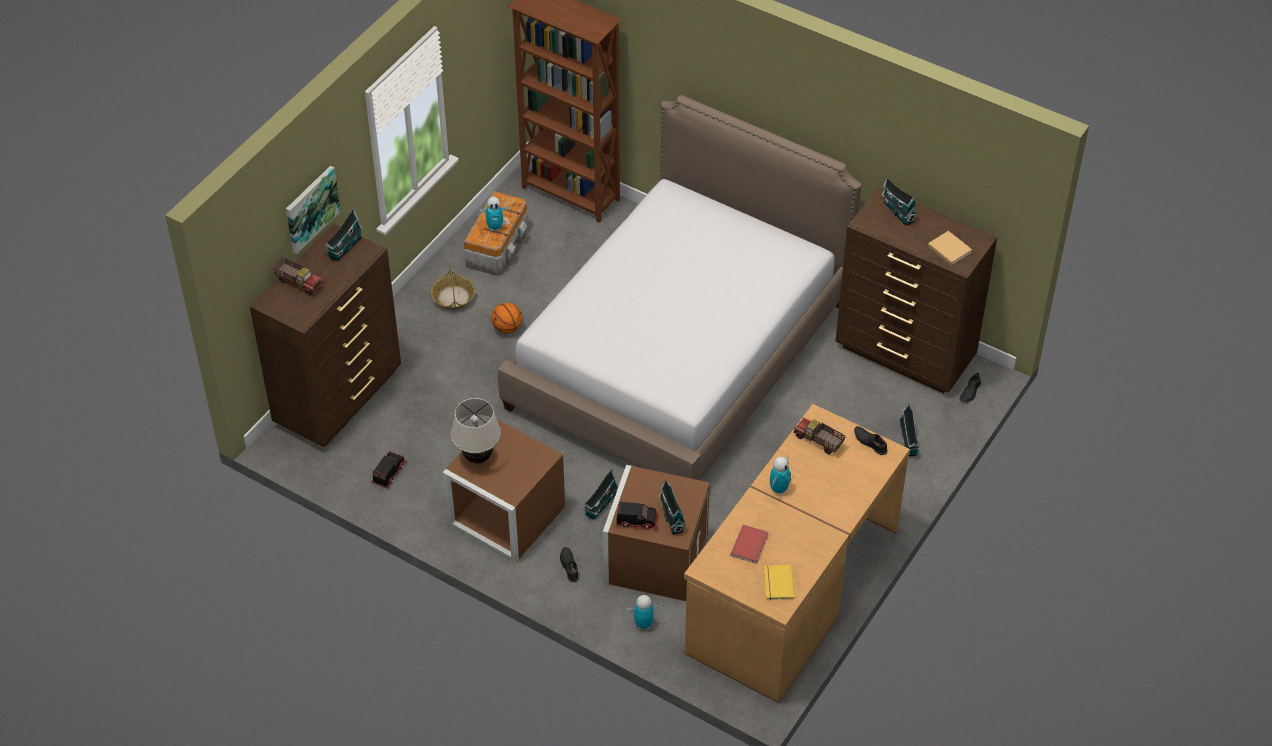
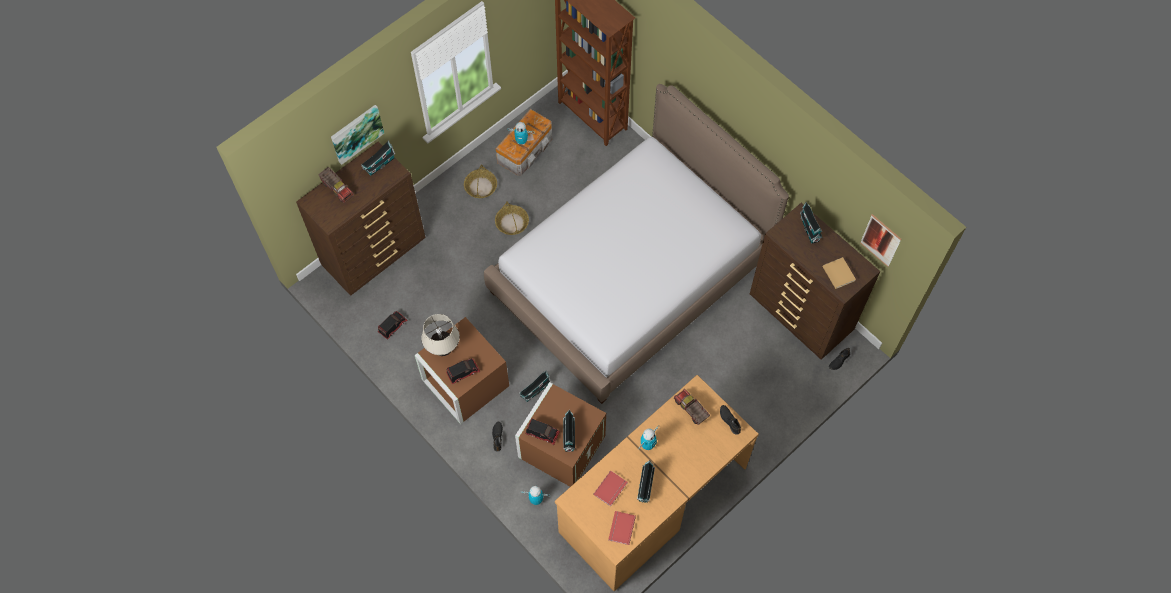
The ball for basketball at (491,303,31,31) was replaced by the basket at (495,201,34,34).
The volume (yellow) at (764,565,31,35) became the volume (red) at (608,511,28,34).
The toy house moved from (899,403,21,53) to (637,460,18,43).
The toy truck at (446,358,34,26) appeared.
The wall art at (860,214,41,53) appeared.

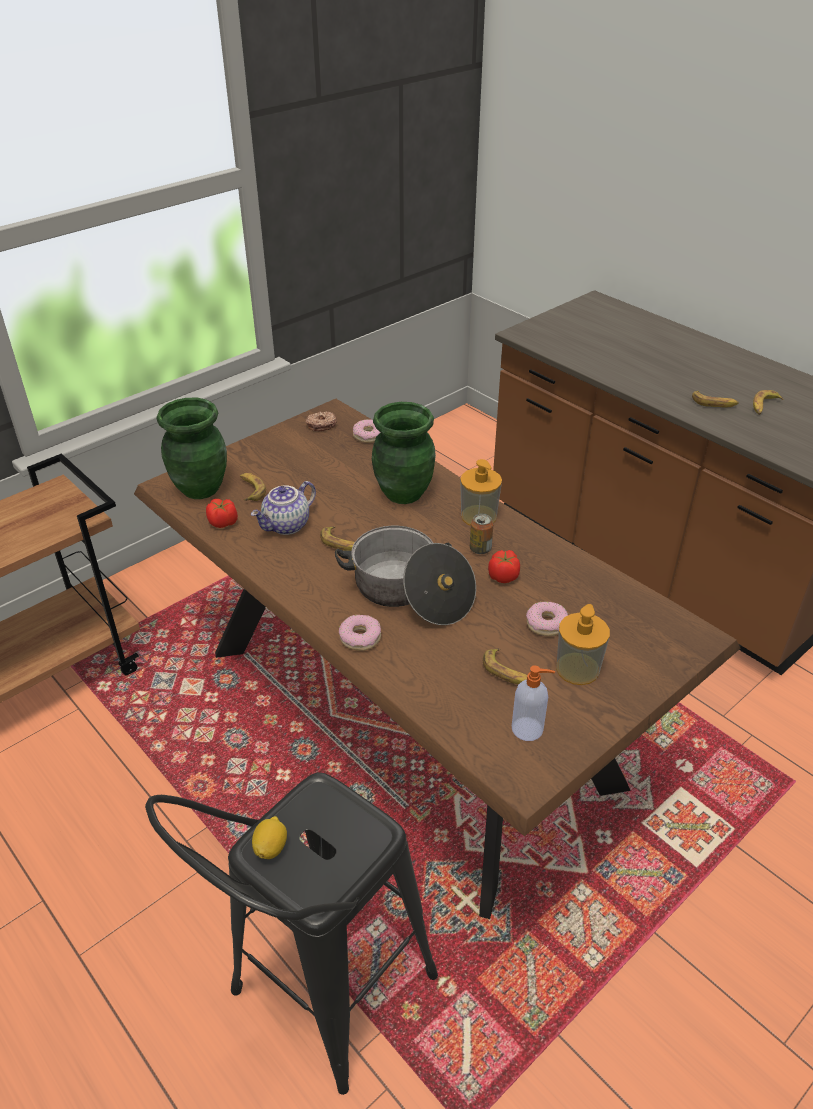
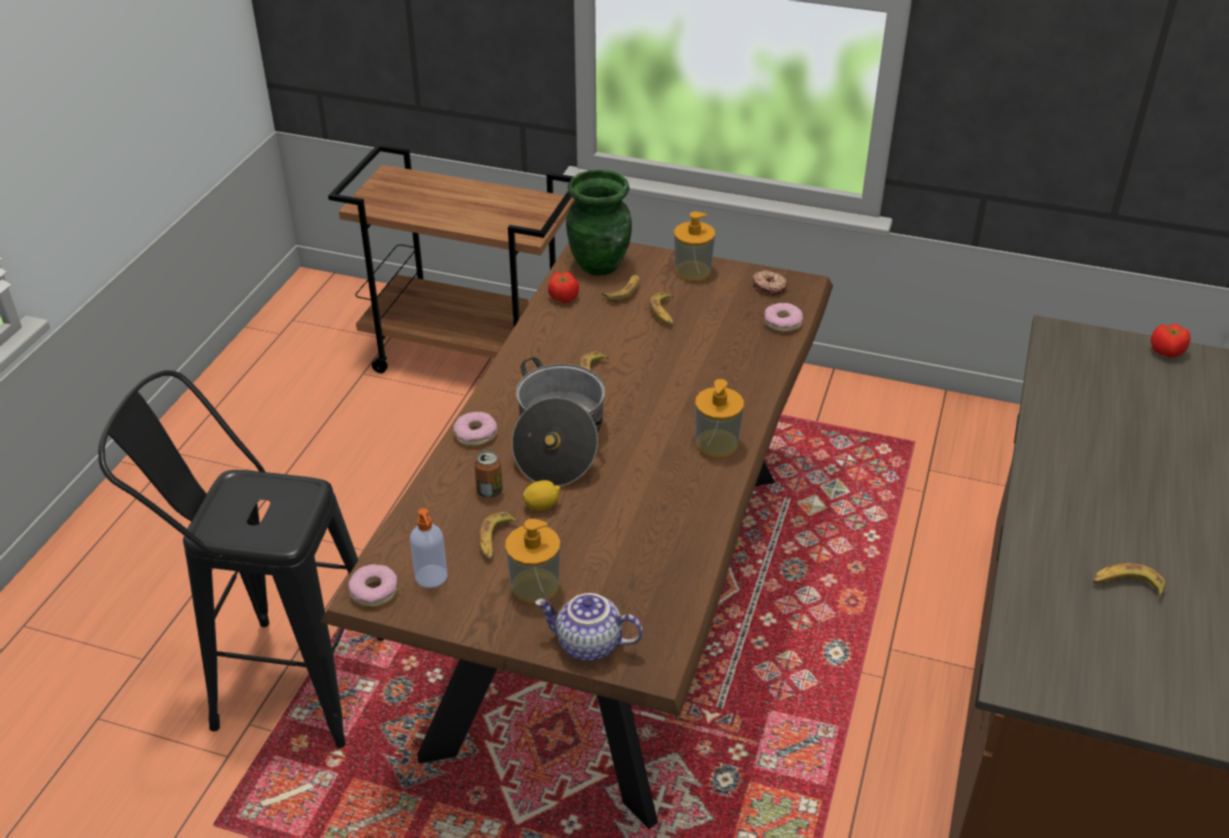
The tea pot moved from (251,481,65,54) to (535,593,108,68).
The lemon moved from (252,816,35,43) to (522,480,38,31).
The flower vase (greenish) at (372,402,64,102) disappeared.
The metal can moved from (470,513,23,41) to (474,450,29,48).
The fresh tomato moved from (488,550,32,33) to (1151,324,40,34).
The doughnut moved from (526,602,42,34) to (348,564,49,43).
The banana fruit moved from (692,391,47,16) to (649,292,26,34).
The soap bottle at (674,212,41,69) appeared.

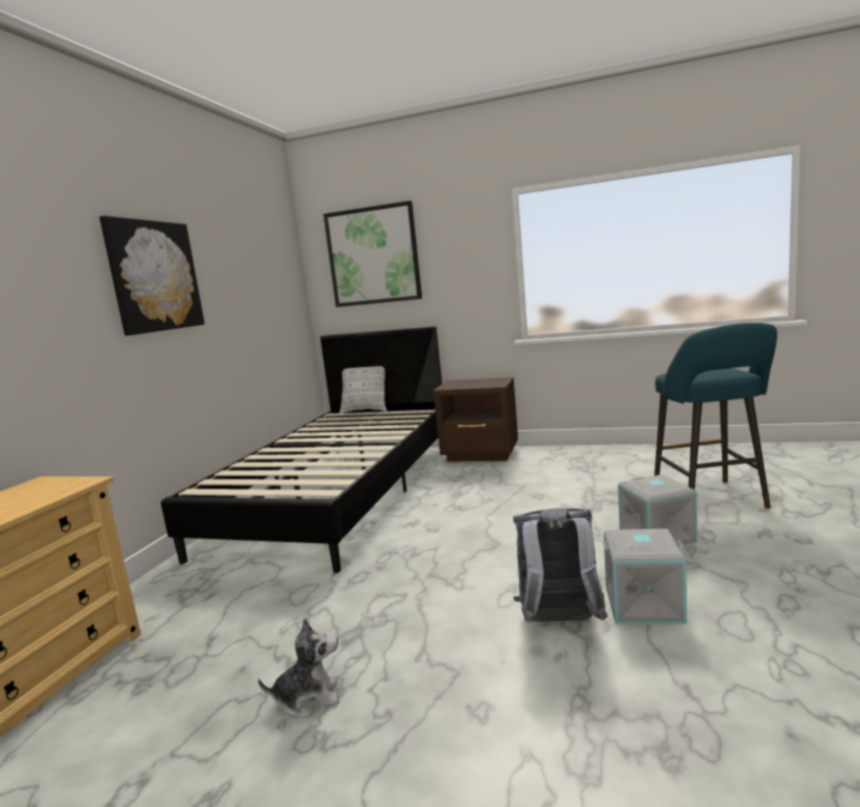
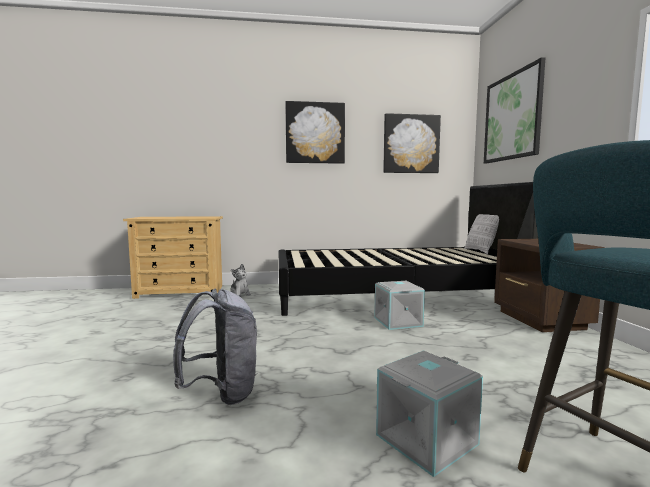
The cuddly toy moved from (258,618,82,99) to (231,264,20,33).
The storage box (grey) moved from (603,529,84,95) to (375,281,50,49).
The wall art at (383,113,58,60) appeared.

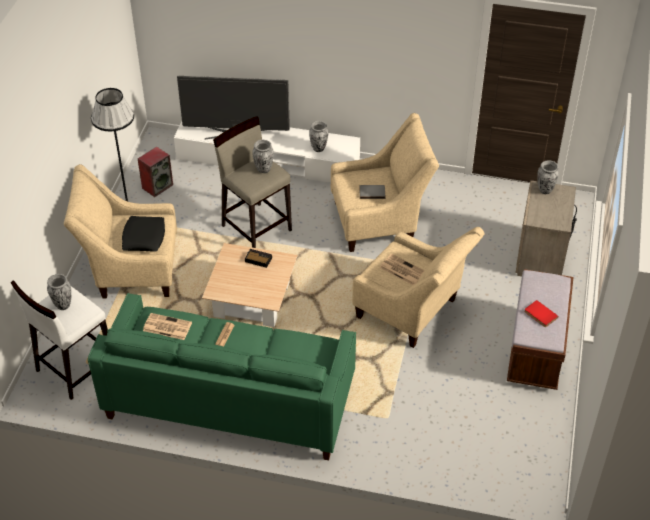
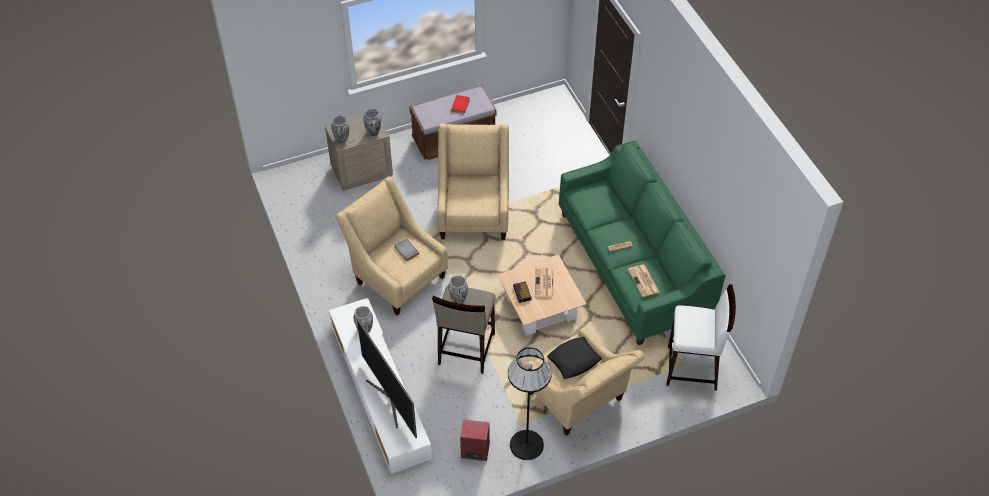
The flower vase moved from (47,274,24,36) to (363,108,18,28).
The daily paper moved from (379,254,45,31) to (535,268,19,30).

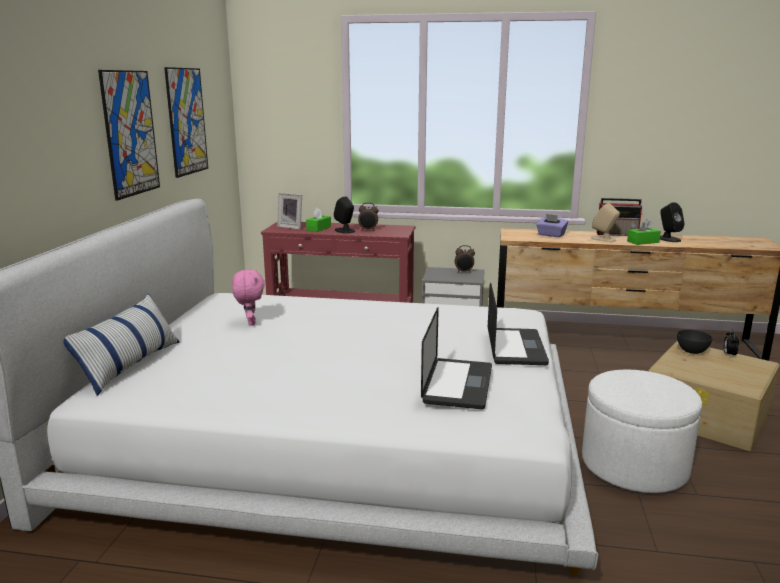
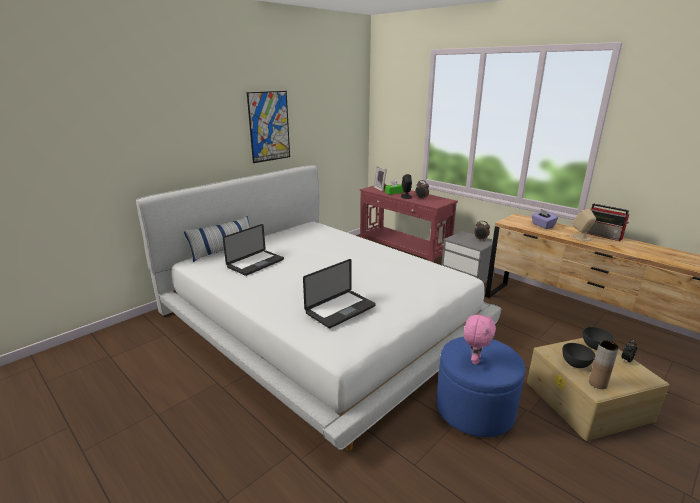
The wall art at (164,67,44,111) disappeared.
The cuddly toy (pink-coloured) moved from (232,269,33,57) to (464,315,32,50).
The portable computer moved from (488,283,61,82) to (223,224,61,52).
The pouffe (white-coloured) at (582,369,120,124) became the pouffe (bluish) at (436,337,90,100).
The tissue box (greenish) at (627,219,34,26) disappeared.
The speaker (blackish) at (660,202,25,40) disappeared.
The bowl (grey) at (562,343,33,25) appeared.
The flower vase (brown) at (589,340,30,49) appeared.

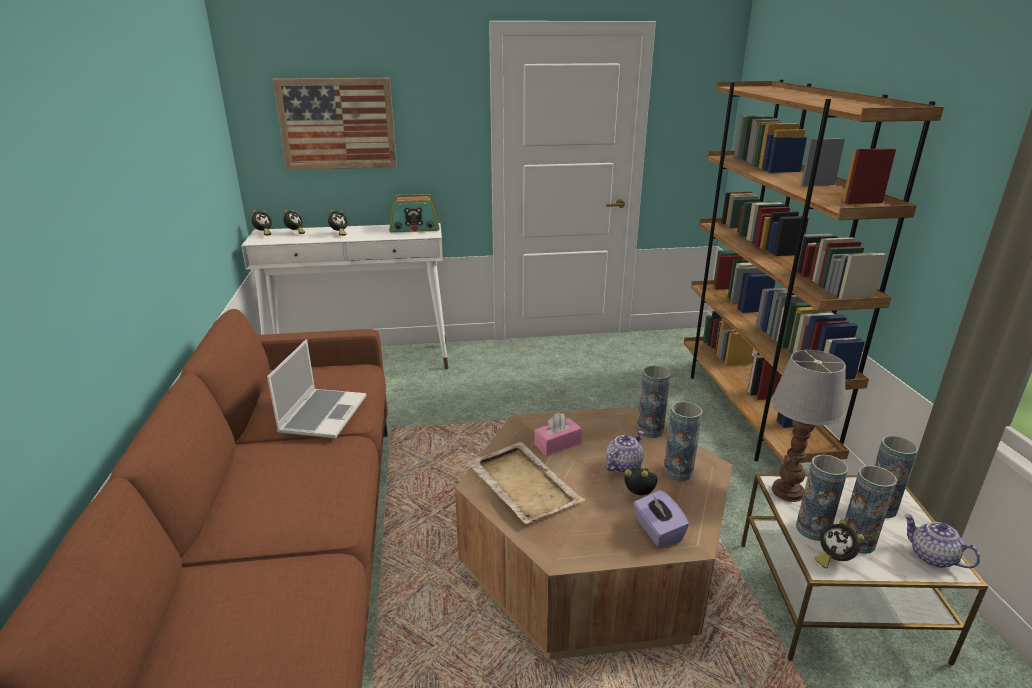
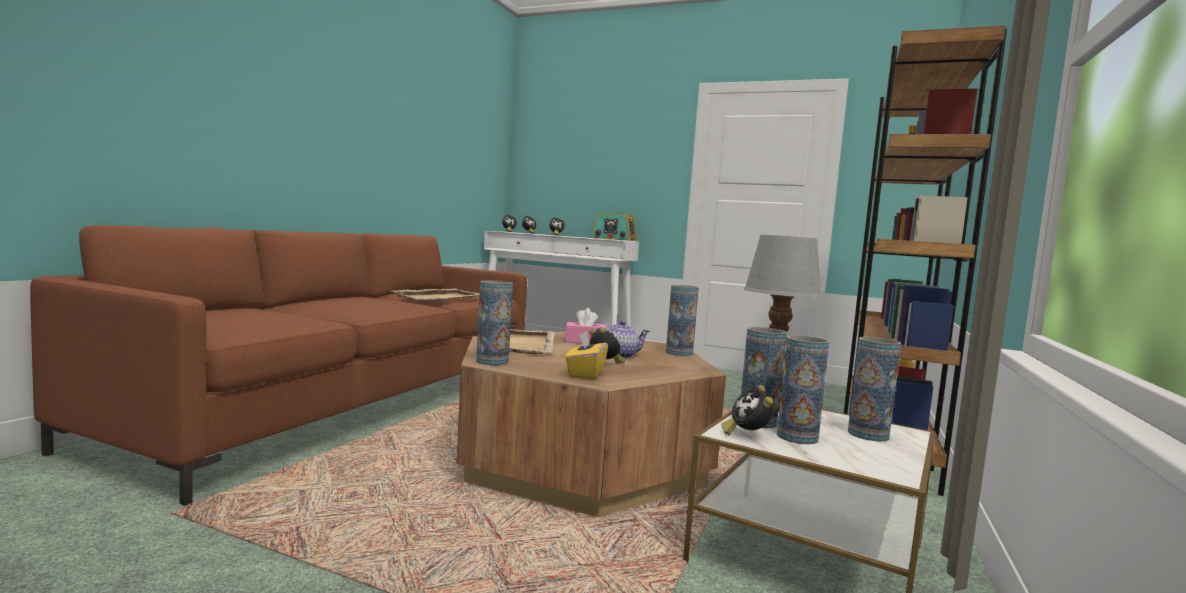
The portable computer at (267,339,99,99) was replaced by the tray (beige-coloured) at (391,289,89,12).
The wall art at (272,78,125,92) disappeared.
The tissue box (purple-coloured) at (634,490,55,57) became the tissue box (yellow) at (565,331,43,49).
The flower vase moved from (663,401,40,80) to (476,281,37,84).
The tea pot at (904,514,77,54) disappeared.

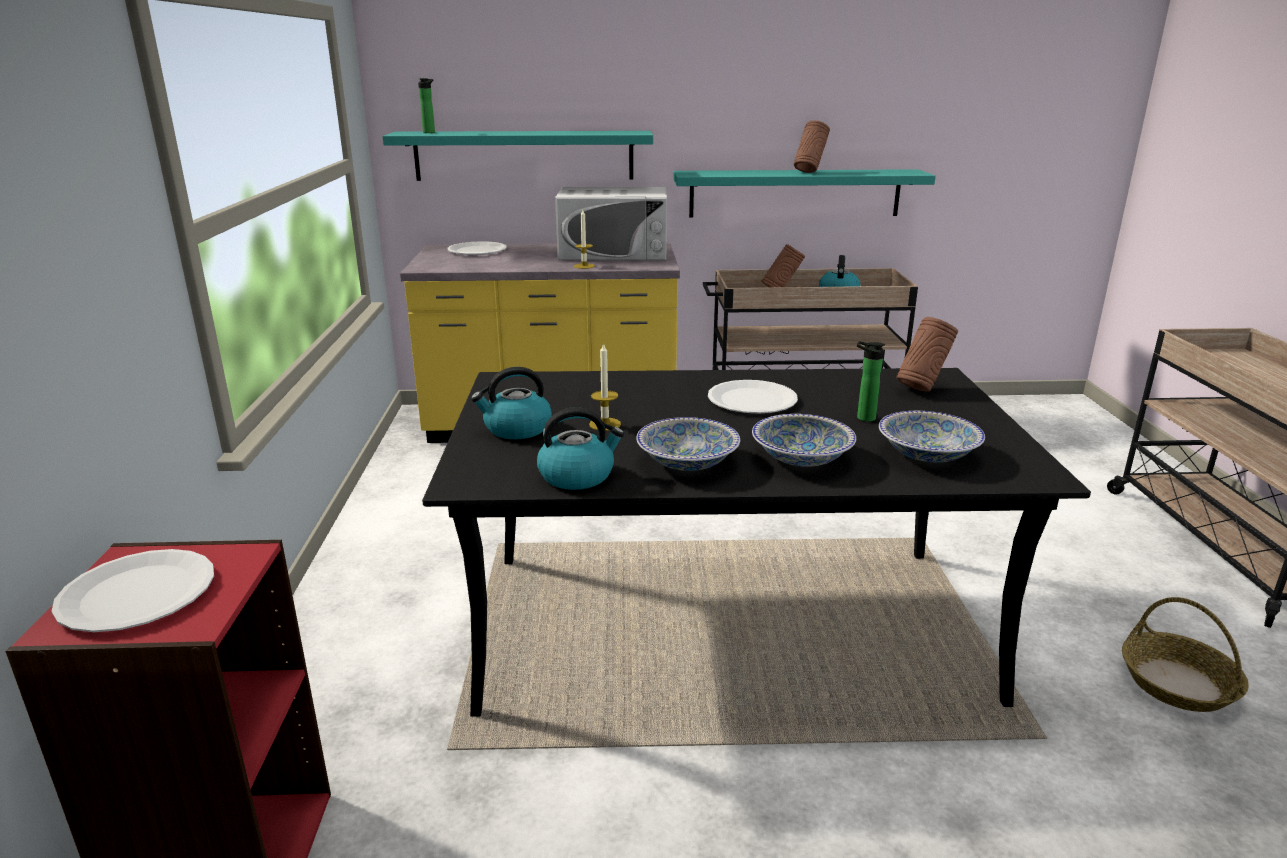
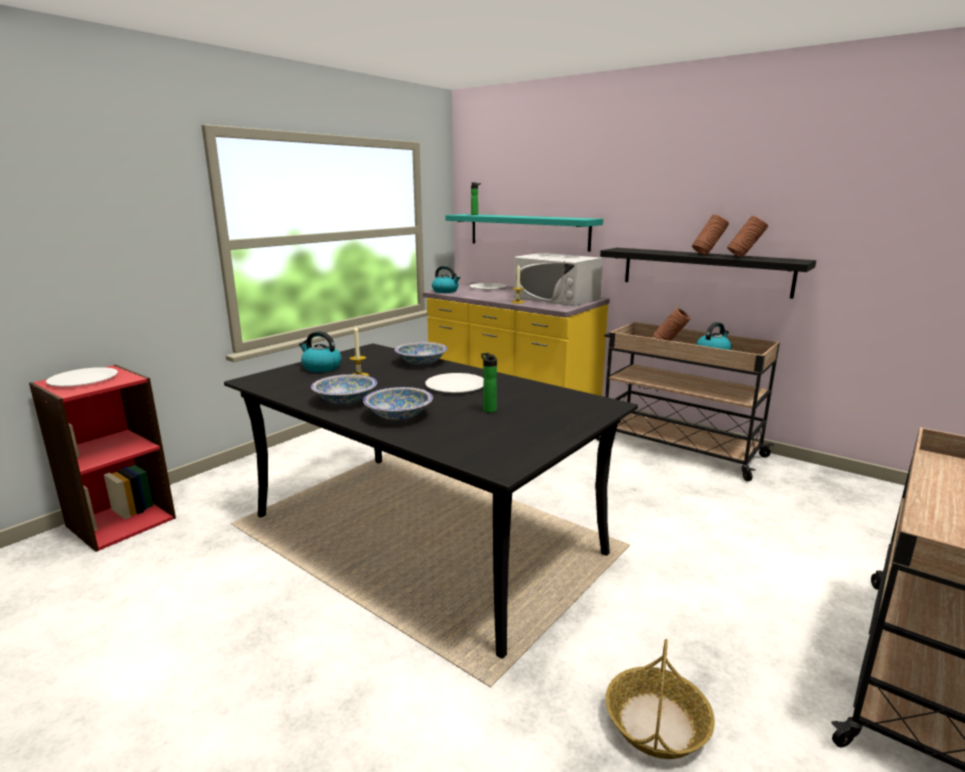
The water kettle moved from (537,407,87,83) to (432,266,28,27).
The wall shelf (turquoise-coloured) at (673,169,263,49) became the wall shelf (blackish) at (600,248,216,51).
The bowl moved from (879,411,106,52) to (395,342,53,22).
The flower vase (brown) moved from (897,317,61,75) to (727,216,41,42).

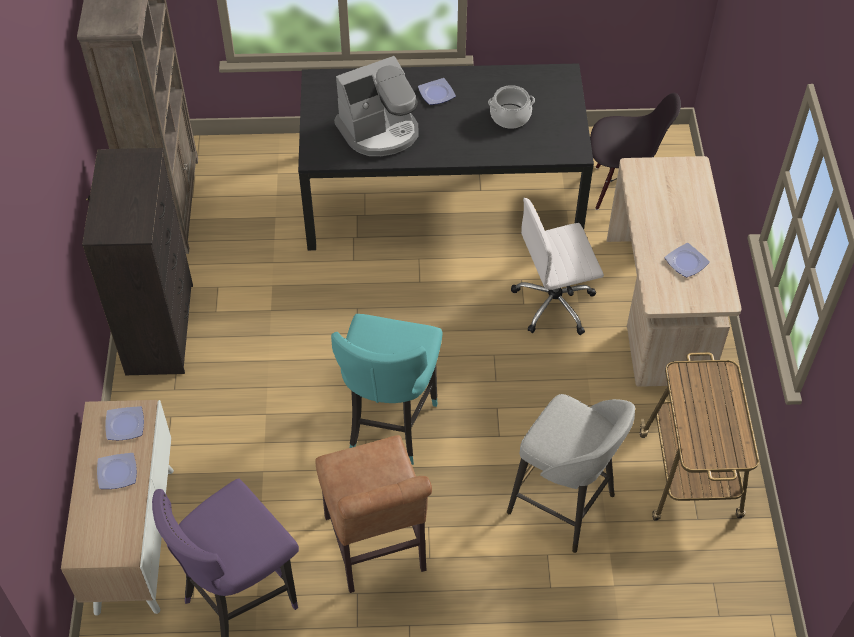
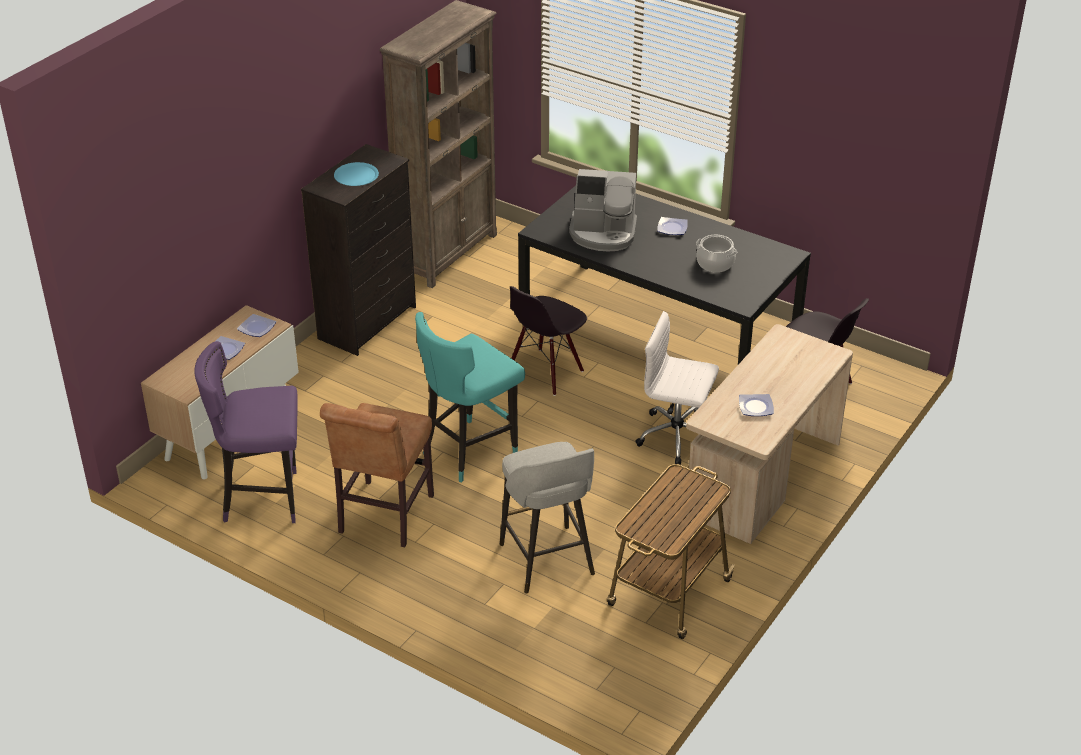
The dinner plate (bluish) at (334,162,45,24) appeared.
The upright chair (blackish) at (510,286,77,110) appeared.

